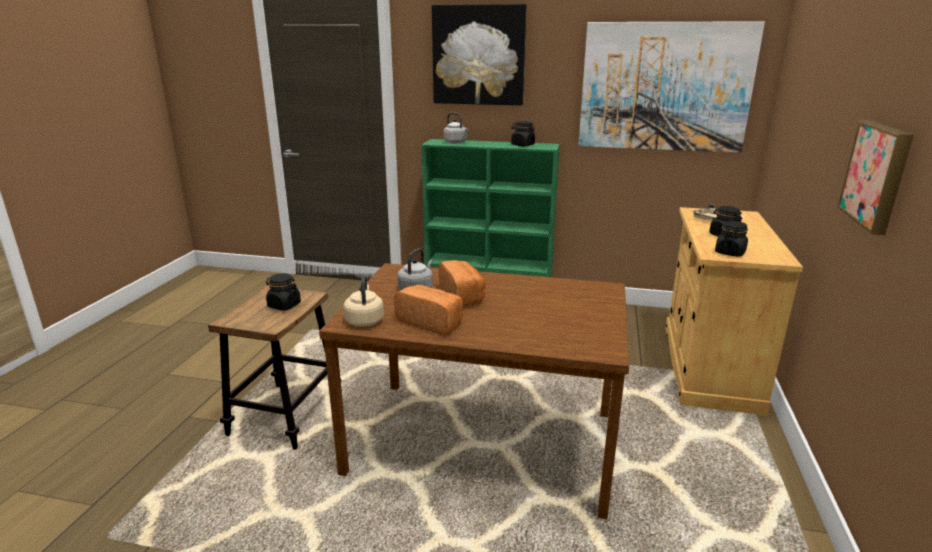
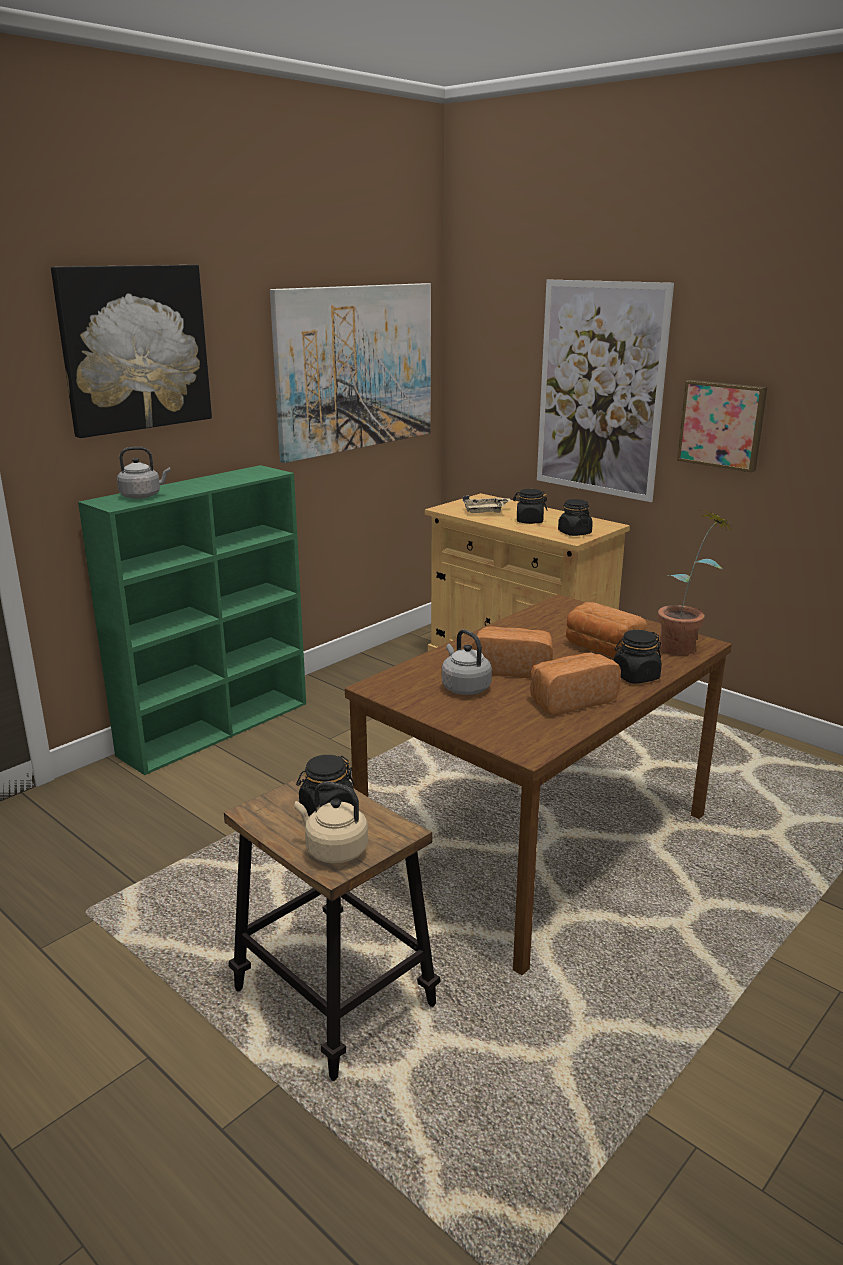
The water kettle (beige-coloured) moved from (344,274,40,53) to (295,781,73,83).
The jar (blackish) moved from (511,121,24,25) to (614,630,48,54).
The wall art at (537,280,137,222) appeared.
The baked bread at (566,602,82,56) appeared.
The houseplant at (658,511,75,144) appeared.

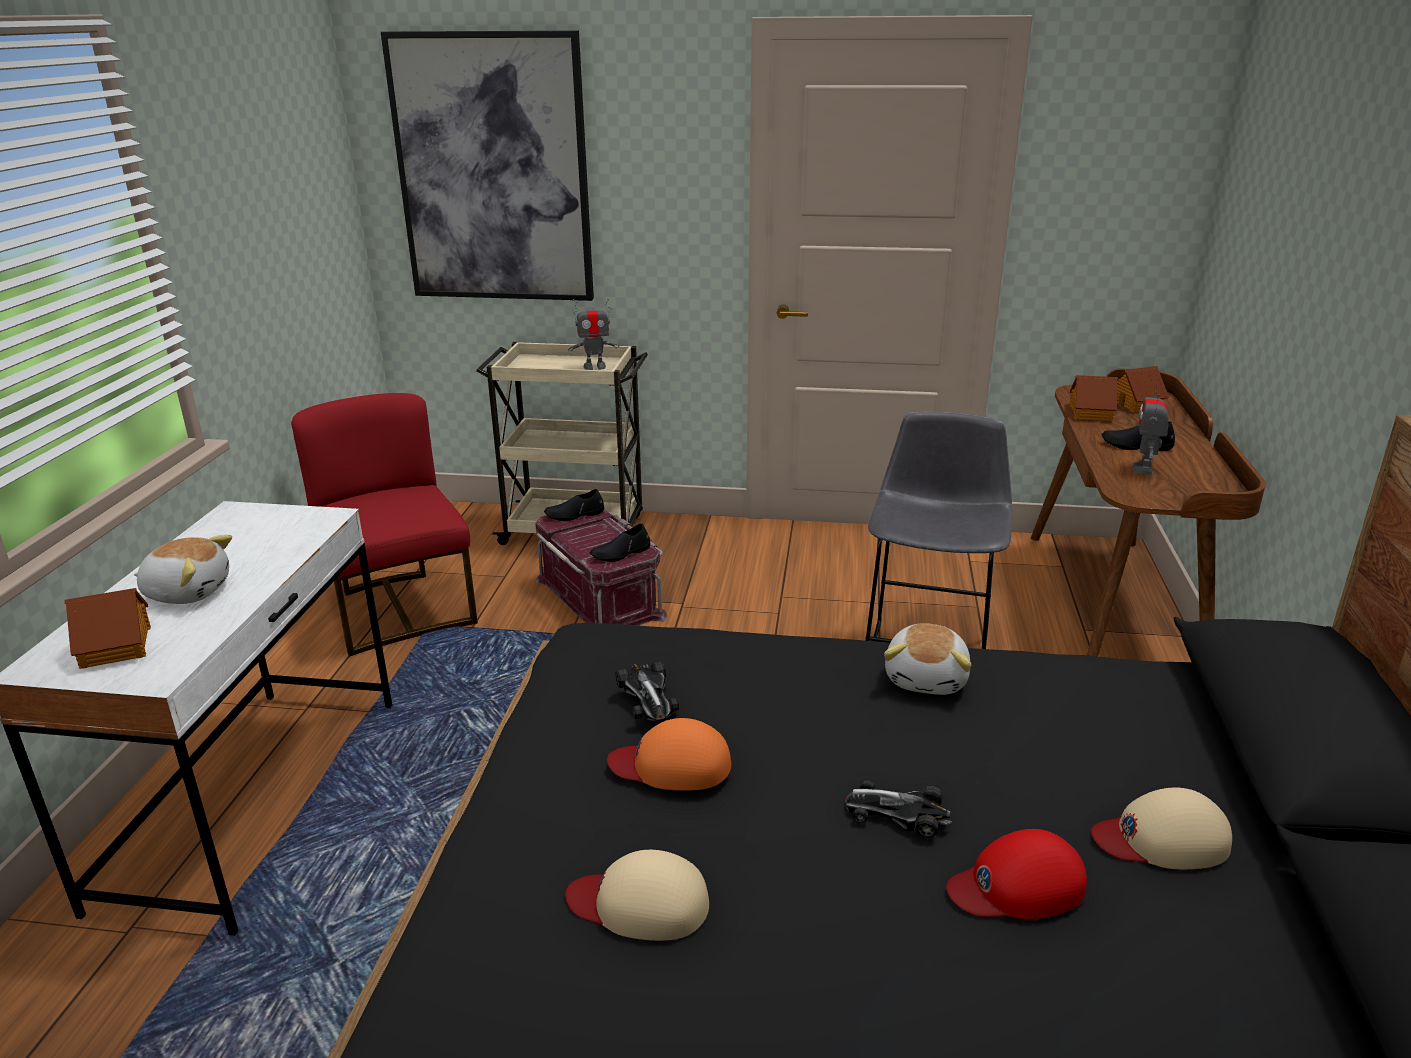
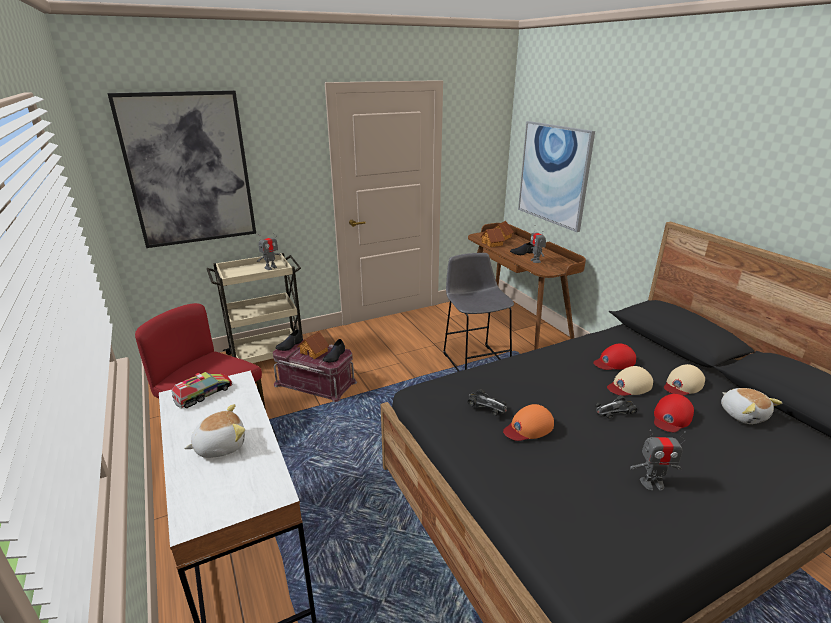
The toy house moved from (64,588,87,81) to (297,331,32,28).
The cap (beige-coloured) moved from (565,850,144,91) to (607,366,46,30).
The cuddly toy moved from (884,623,87,72) to (721,388,61,36).
The toy truck at (172,372,61,36) appeared.
The wall art at (518,121,77,111) appeared.
The cap (red) at (593,344,43,26) appeared.
The robot figure at (630,430,56,60) appeared.

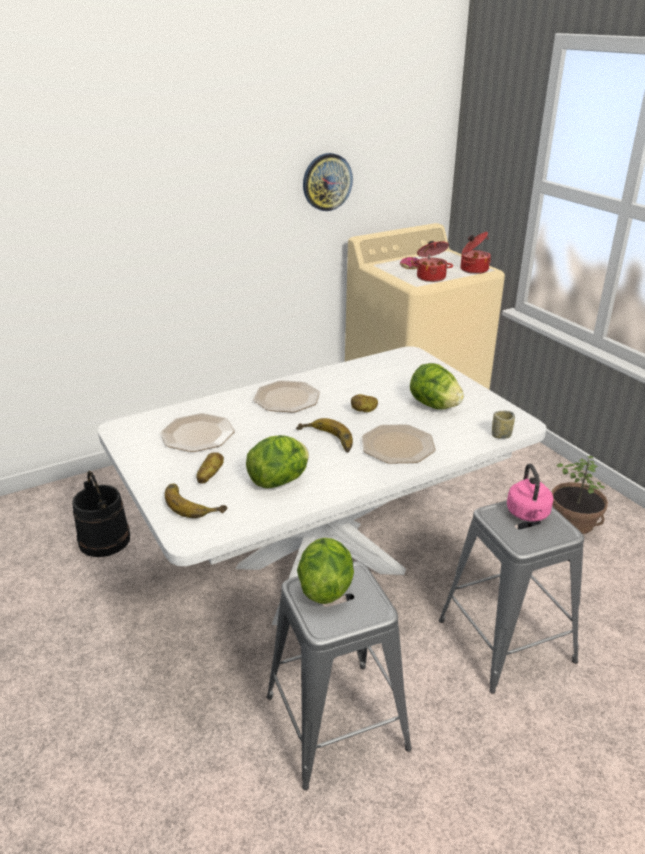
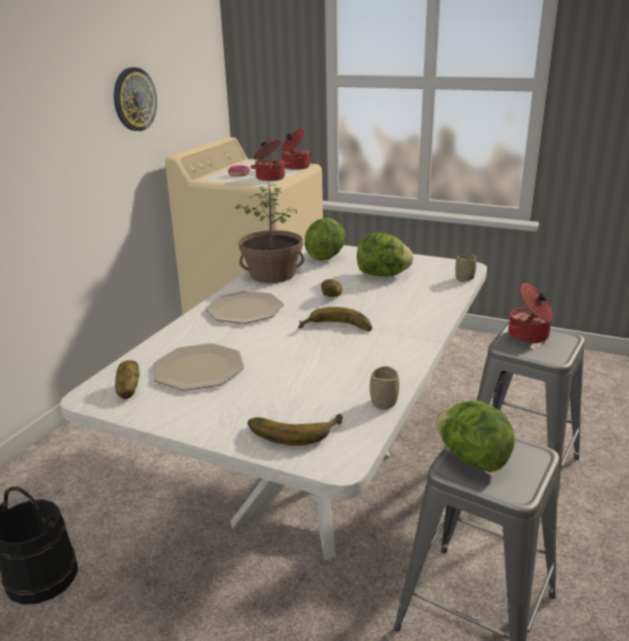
The spud moved from (196,452,28,32) to (115,360,25,39).
The lettuce head moved from (246,435,63,53) to (304,218,42,43).
The dinner plate at (361,424,75,40) disappeared.
The water kettle (pink-coloured) at (507,464,46,58) was replaced by the stockpot at (508,283,45,60).
The houseplant moved from (552,456,56,78) to (235,182,69,101).
The small cup at (370,366,29,44) appeared.

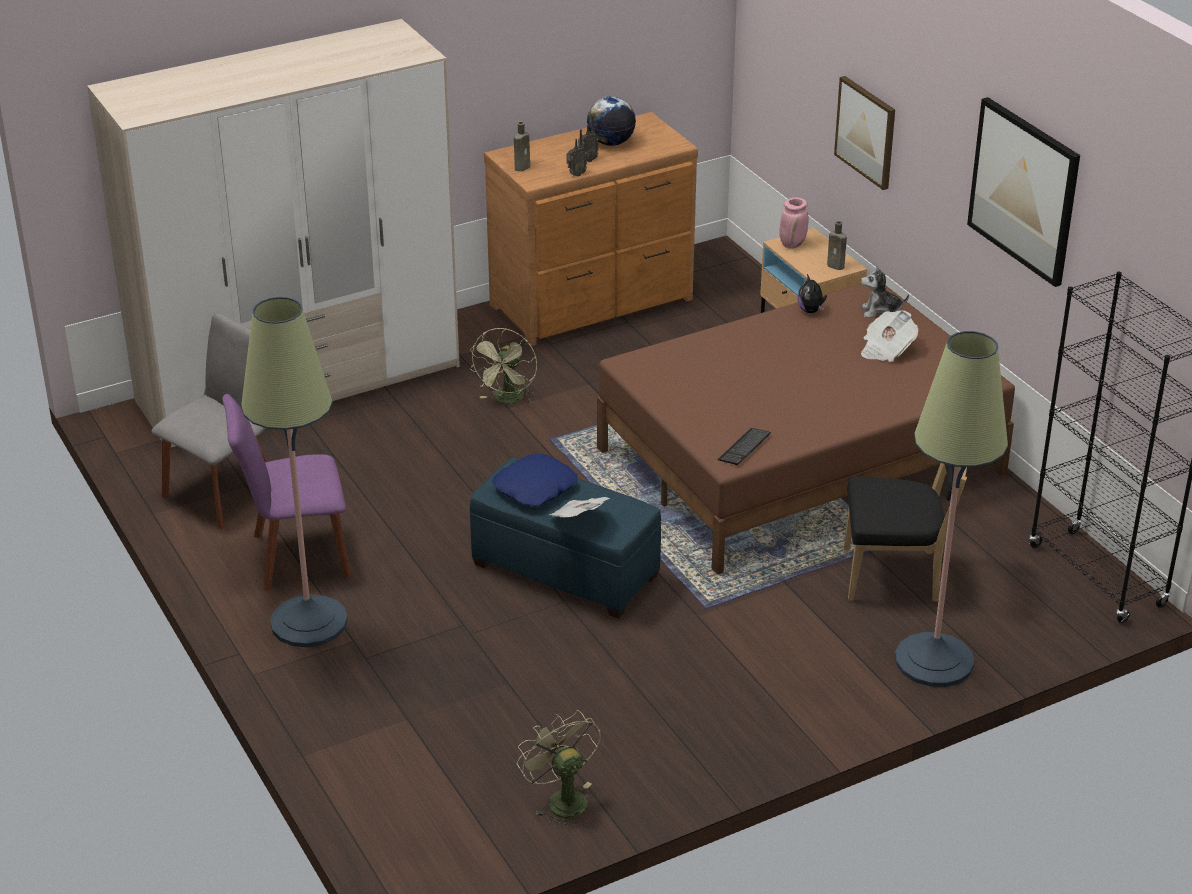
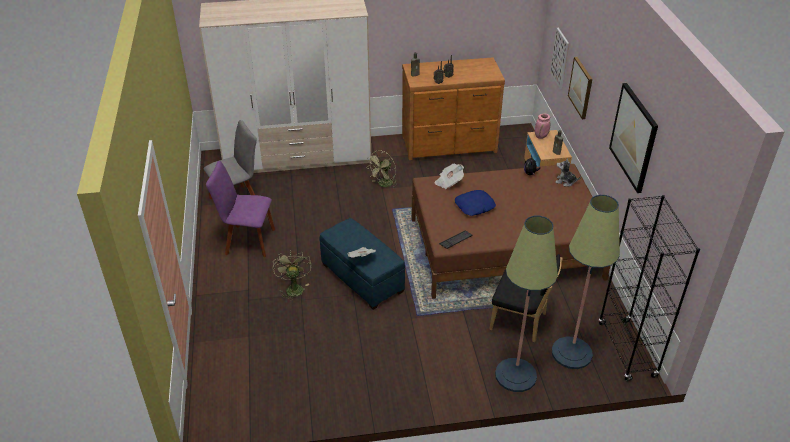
The floor lamp moved from (241,297,107,350) to (552,195,68,174).
The pillow (bluish) moved from (492,454,86,52) to (455,190,41,26).
The electric fan (greenish) moved from (517,710,84,118) to (272,251,40,50).
The globe at (587,96,49,50) disappeared.
The daily paper moved from (861,310,57,52) to (435,164,29,25).
The wall art at (550,28,19,61) appeared.

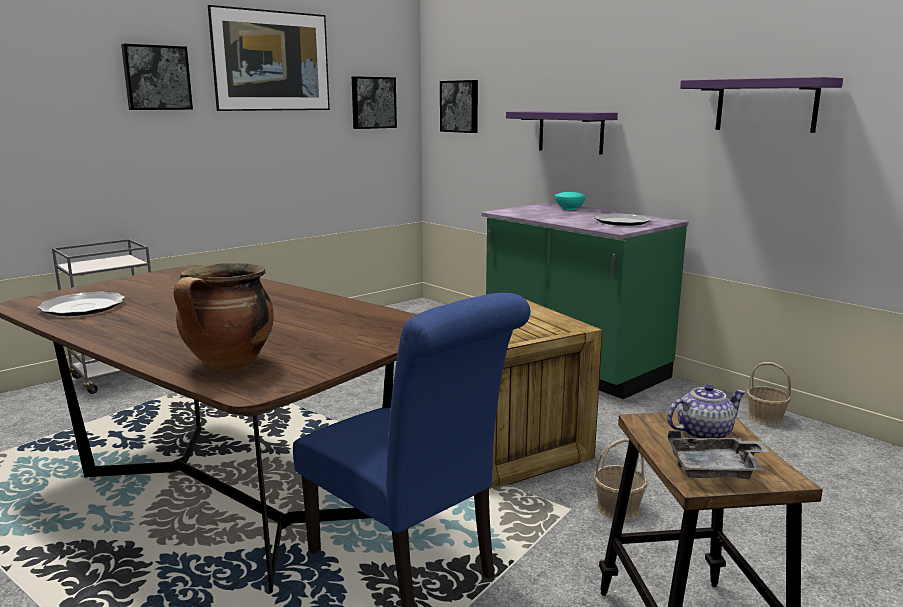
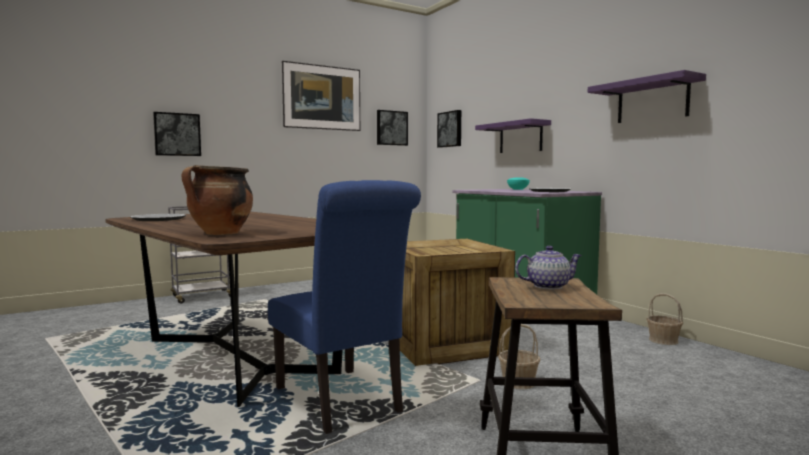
The wall art moved from (121,44,72,66) to (153,112,48,44).
The tray (grey) at (668,431,102,48) disappeared.

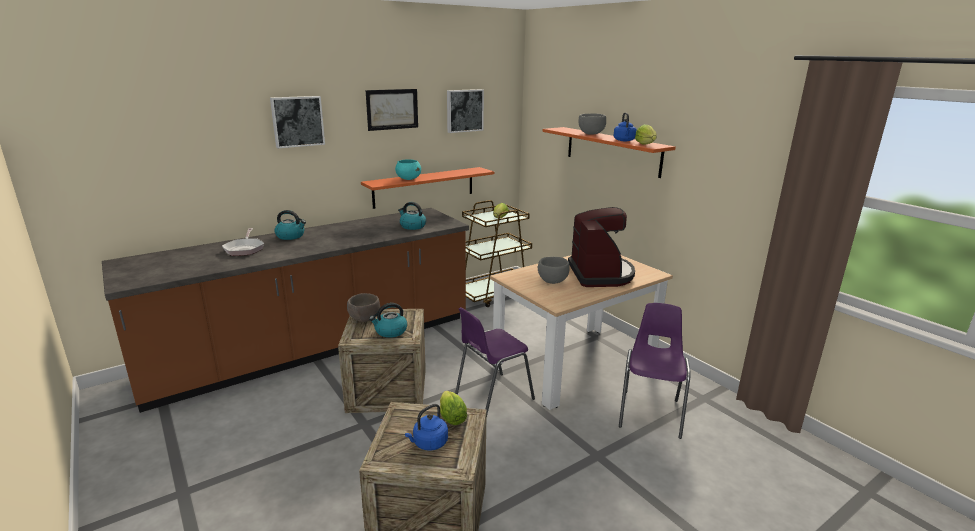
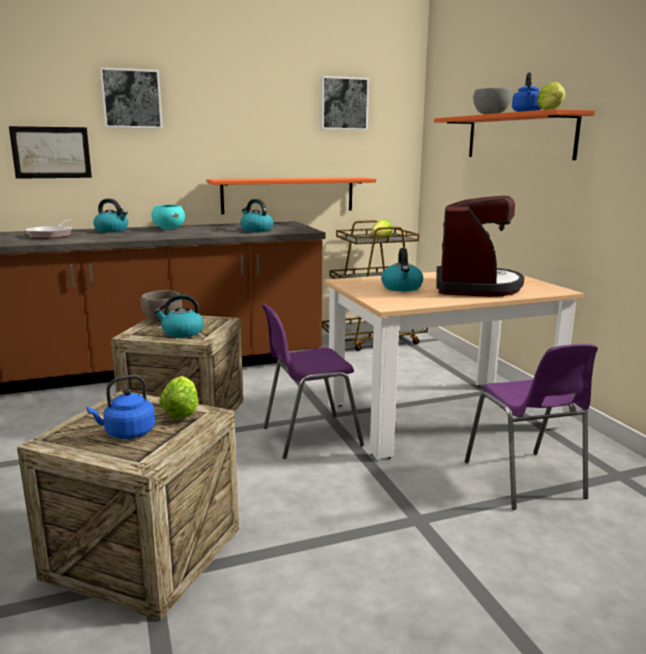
The wall art moved from (366,89,52,42) to (9,126,83,53).
The bowl (turquoise-coloured) moved from (395,159,26,21) to (151,205,34,25).
The bowl (grey) at (538,257,32,27) was replaced by the water kettle at (381,248,42,43).
The upright chair (purple-coloured) at (619,303,72,136) turned 135 degrees clockwise.

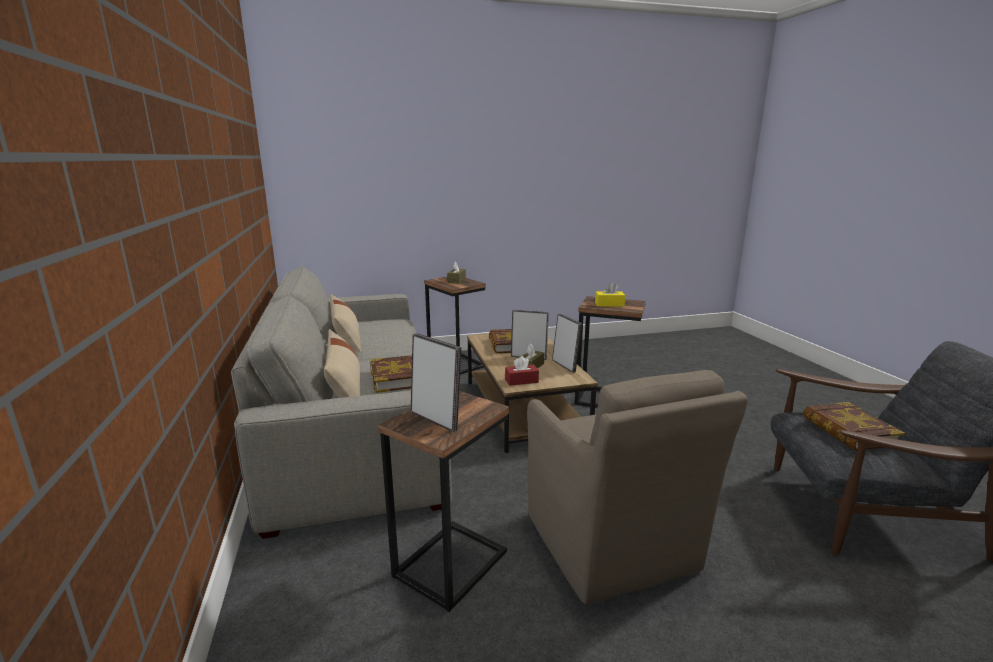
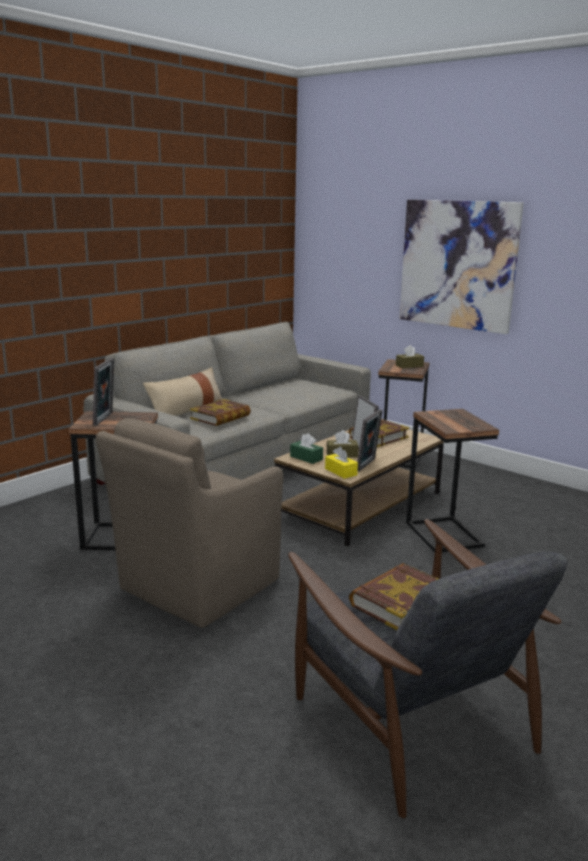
The pillow (beige-coloured) at (330,294,31,58) disappeared.
The tissue box (red) at (505,356,34,30) became the tissue box (greenish) at (290,433,33,31).
The tissue box (yellow) moved from (595,282,30,25) to (325,447,33,32).
The wall art at (399,200,125,134) appeared.

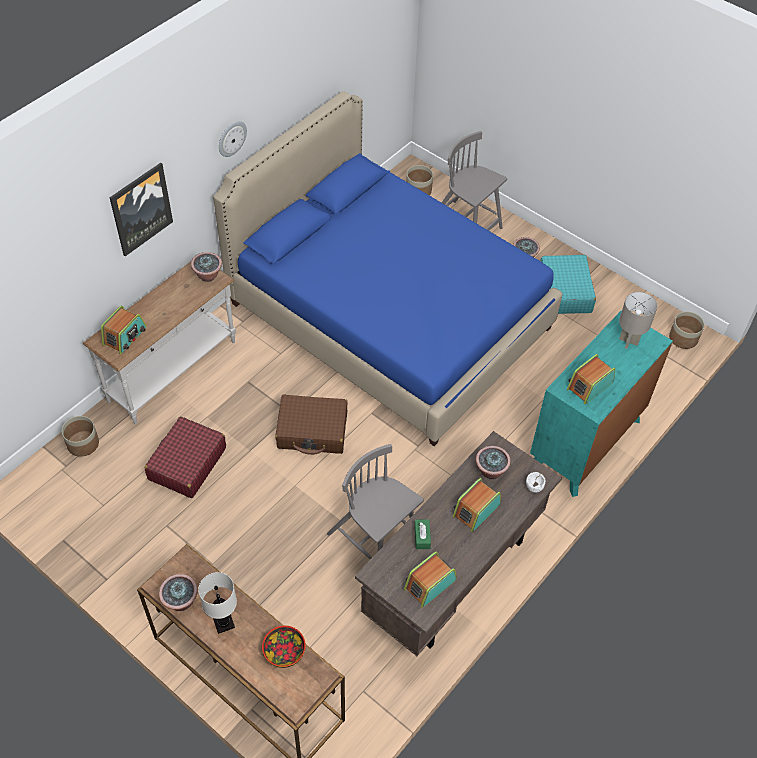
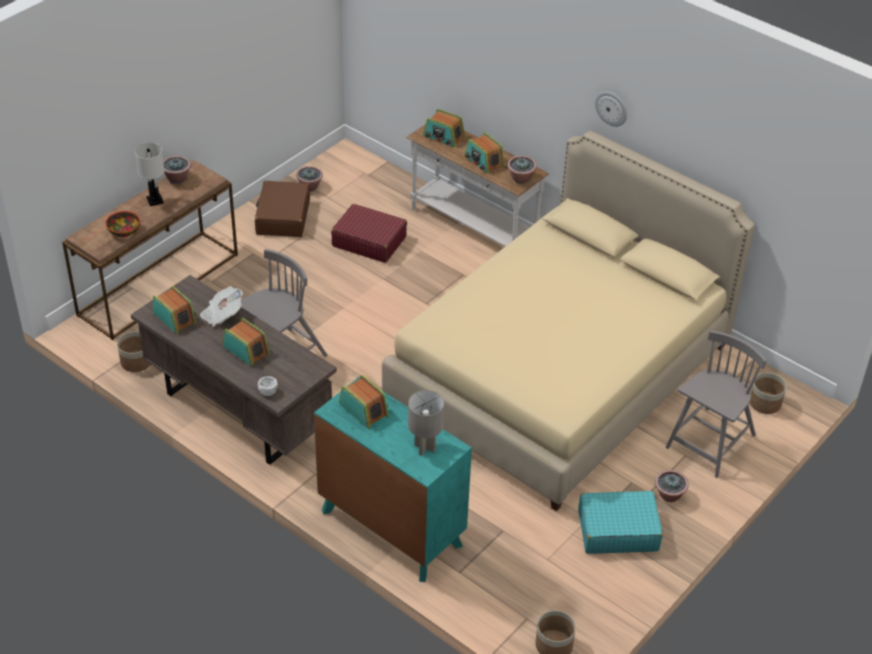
The planter moved from (62,416,37,41) to (117,331,34,41).
The wall art at (110,163,63,93) disappeared.
The sleeping bed (bluish) at (213,91,350,355) became the sleeping bed (beige-coloured) at (382,130,373,381).
The piece of luggage (brown) moved from (275,395,72,60) to (255,181,55,56).
The tissue box (greenish) at (414,519,17,30) was replaced by the daily paper at (200,286,43,41).
The houseplant moved from (476,446,35,33) to (296,166,27,26).
The radio receiver at (465,133,39,41) appeared.

